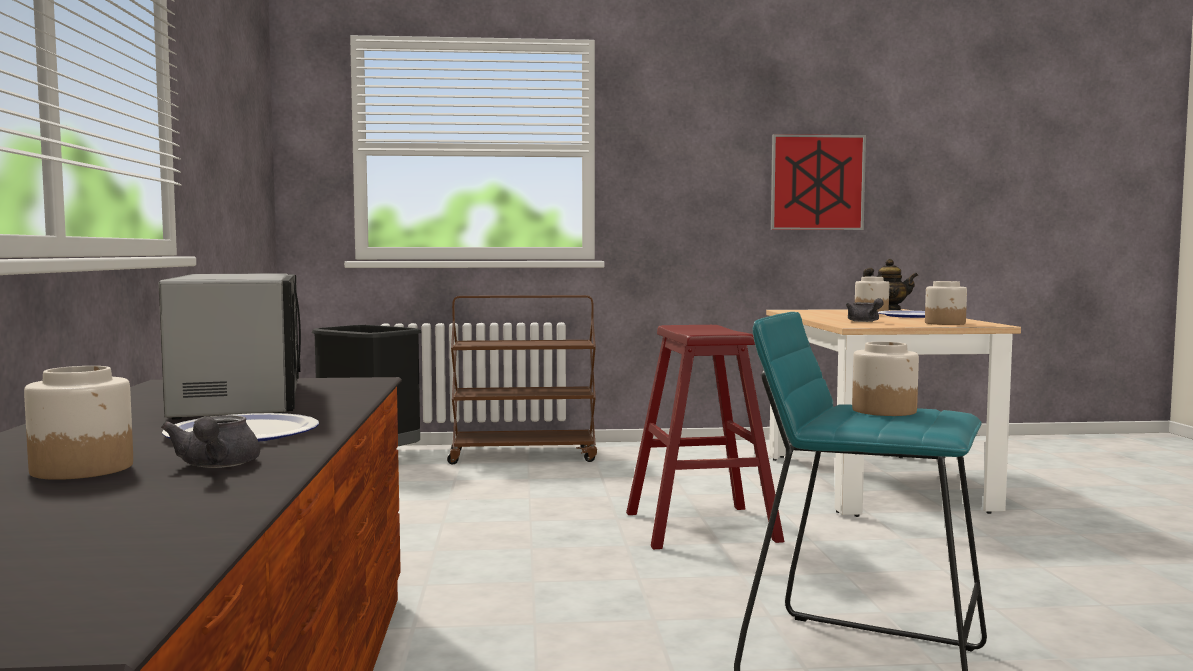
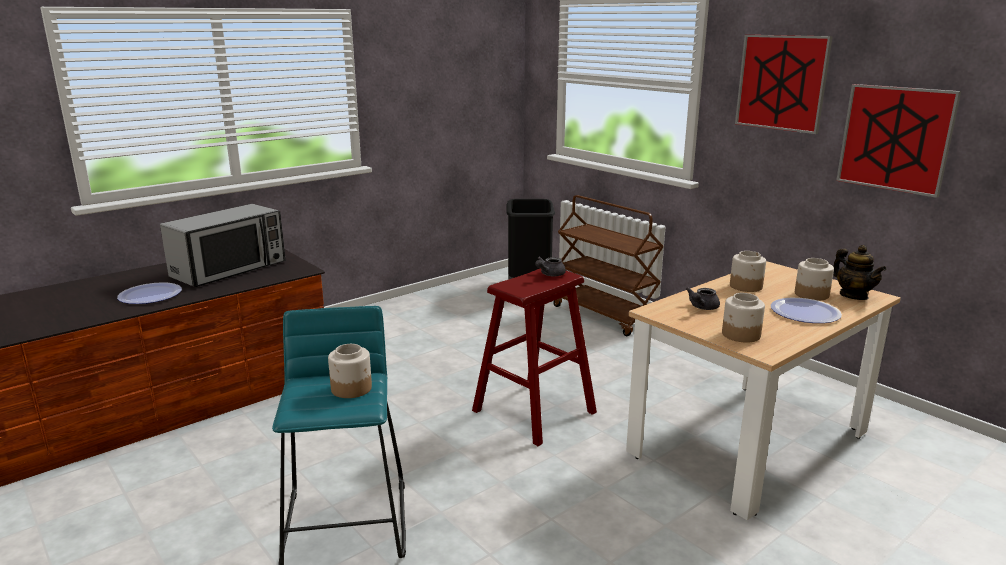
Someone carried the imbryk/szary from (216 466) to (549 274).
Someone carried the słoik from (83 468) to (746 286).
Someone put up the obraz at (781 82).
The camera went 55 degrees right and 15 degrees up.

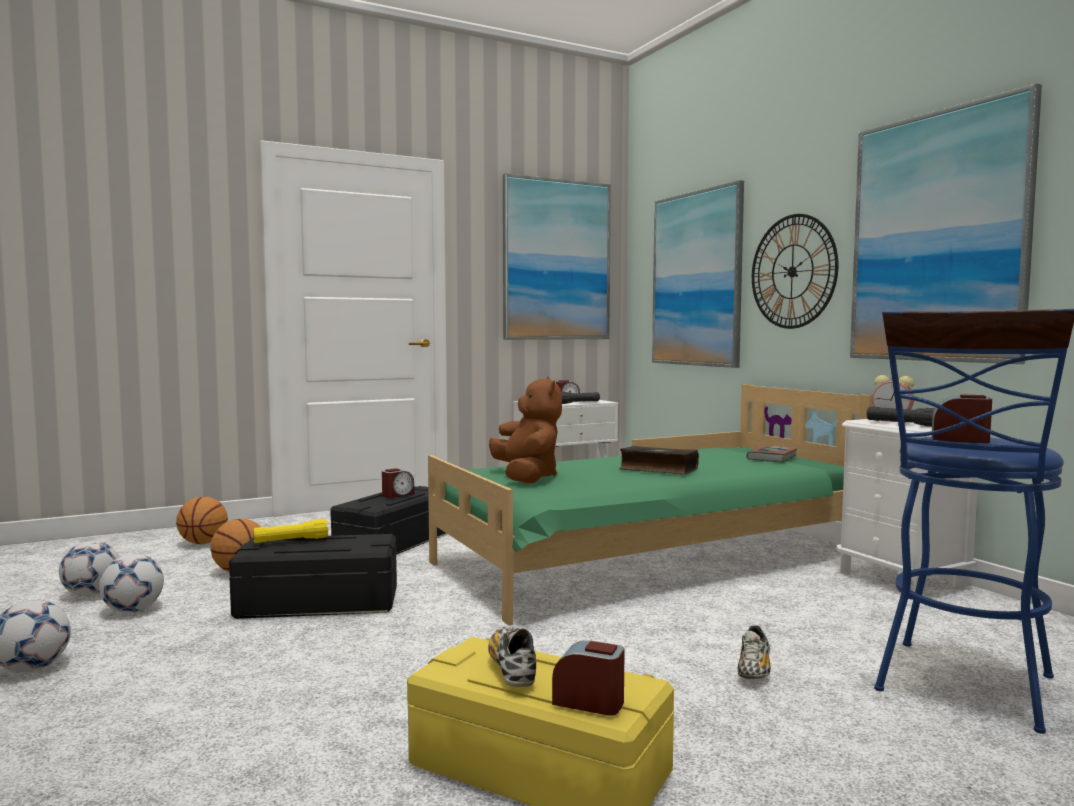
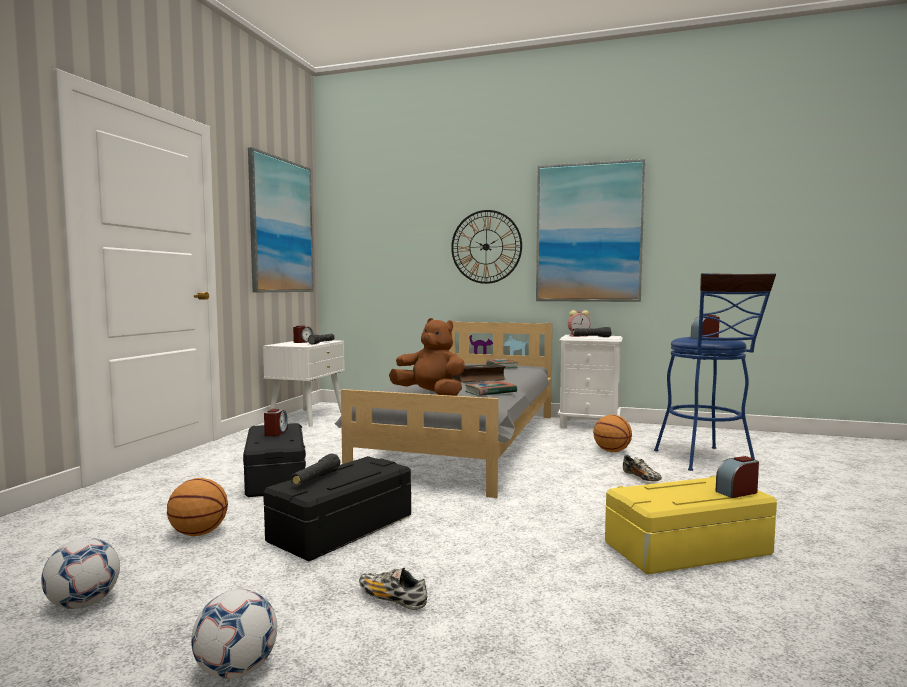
Someone repainted the latarka/żółty at (291 541), which became the latarka/czarny at (316 479).
Someone repainted the łóżko/zielony at (650 559), which became the łóżko/szary at (468 443).
Someone carried the but from (512 668) to (391 600).
Someone put down the książka at (490 392).
Someone carried the piłka do koszykówki from (203 543) to (612 451).
Someone took away the piłka futbolowa at (133 610).
Someone took away the obraz at (696 279).
The camera went 45 degrees left and 0 degrees up.

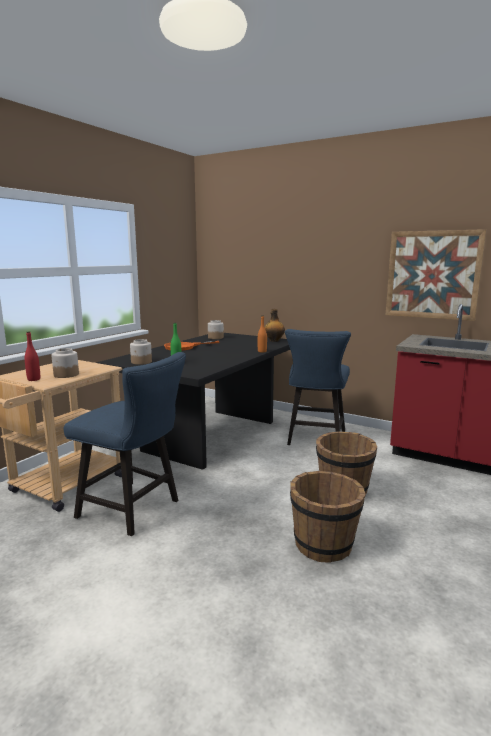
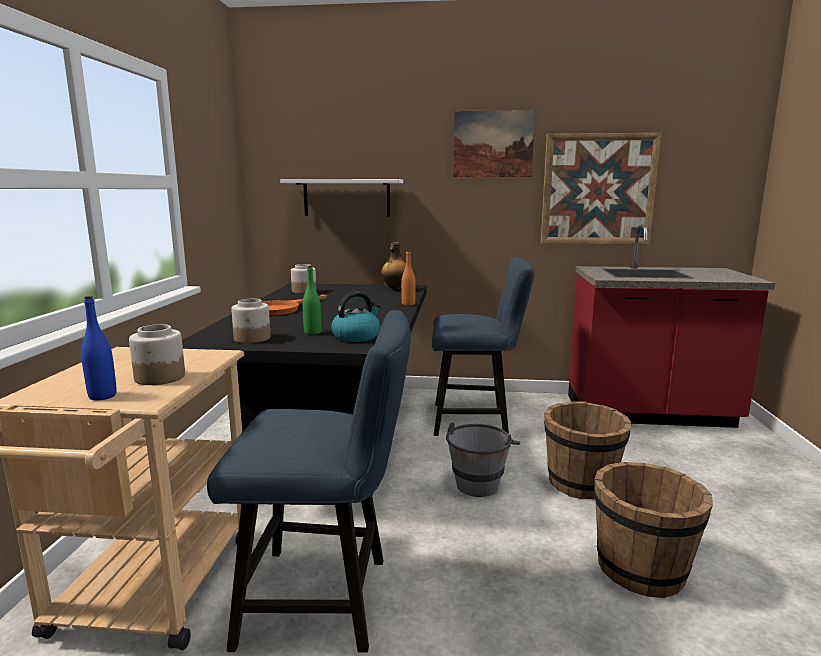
Someone repainted the butelka/czerwony at (34 379), which became the butelka/niebieski at (102 396).
Someone put up the półka/biały at (346 198).
Someone put down the czajnik at (356 337).
Someone rotated the krzesło/niebieski at (315 439) by 75 degrees counterclockwise.
Someone put down the wiadro/szary at (480 481).
Someone put up the obraz at (493 144).
The camera went 25 degrees left and 0 degrees up.

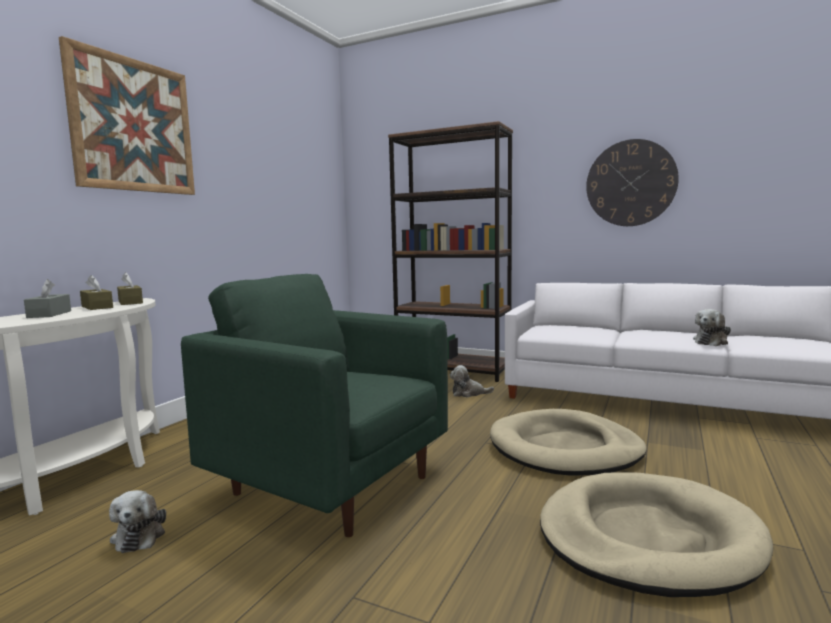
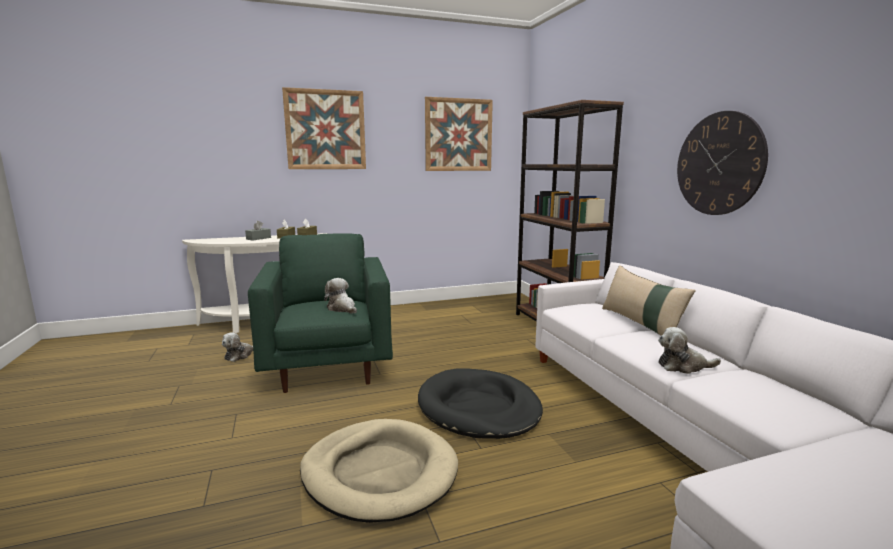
Someone carried the pluszak from (468 393) to (342 308).
Someone repainted the legowisko/beżowy at (565 449), which became the legowisko/czarny at (478 408).
Someone put up the obraz at (458 135).
Someone put down the poduszka/beżowy at (641 324).
The camera went 45 degrees right and 5 degrees up.

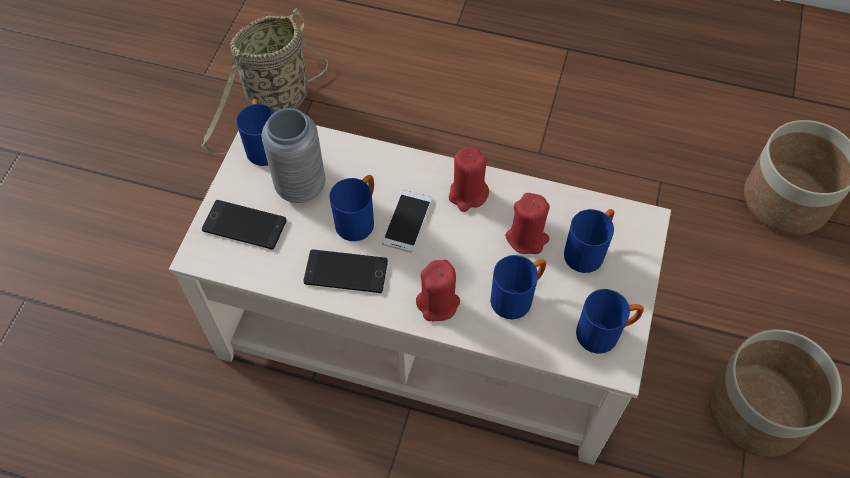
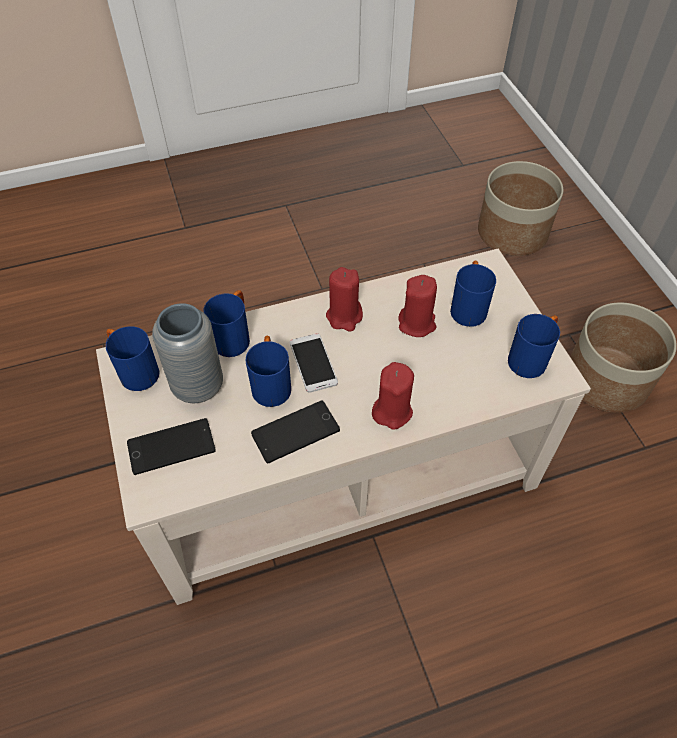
Someone carried the kubek/niebieski from (517 296) to (234 336).
Someone took away the koszyk at (276 103).
The camera went 35 degrees left and 5 degrees down.

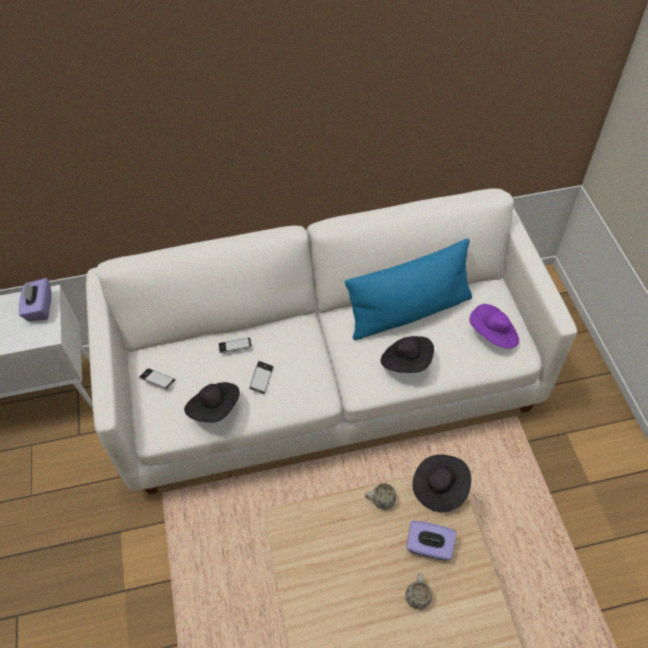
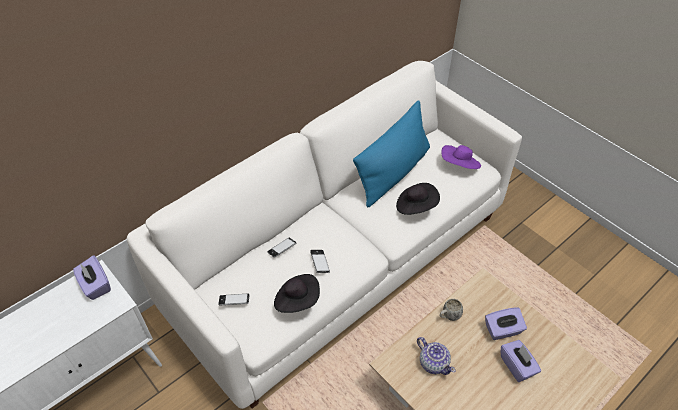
Someone put down the imbryk at (433 362).
Someone swapped the kubek/biały at (417 594) for the pudełko chusteczek/fioletowy at (517 366).
Someone took away the kapelusz/czarny at (439 488).
The camera went 30 degrees left and 5 degrees down.

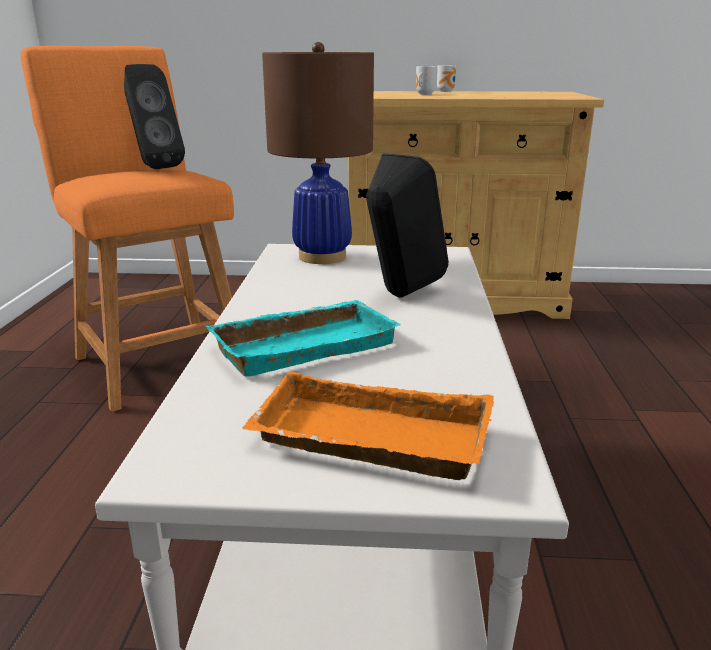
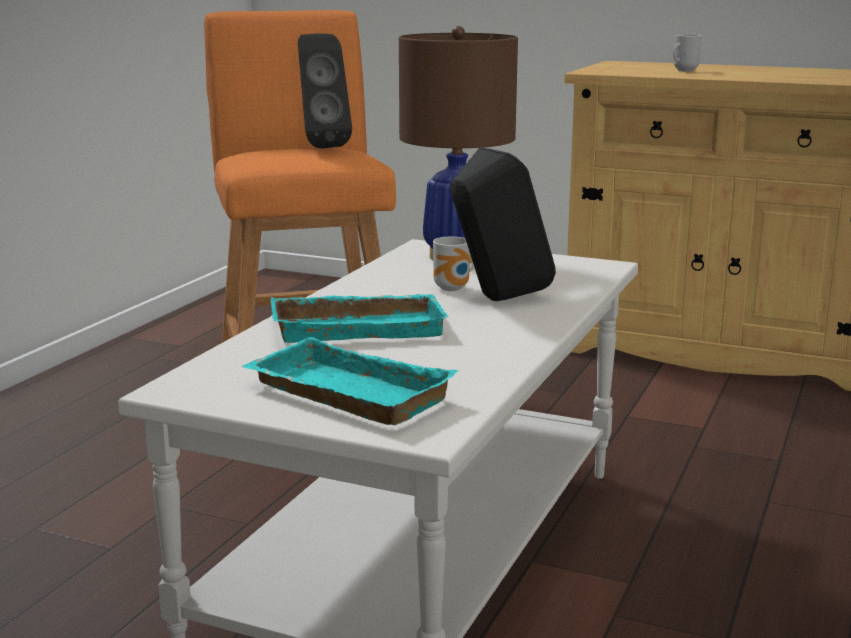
Someone repainted the taca/pomarańczowy at (366 441), which became the taca/turkusowy at (343 395).
Someone carried the kubek from (447 91) to (454 288).
The camera went 20 degrees right and 5 degrees down.

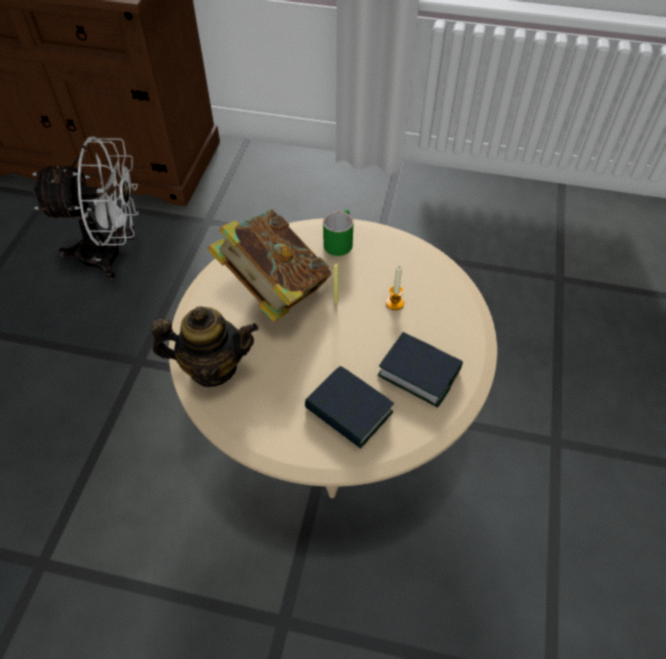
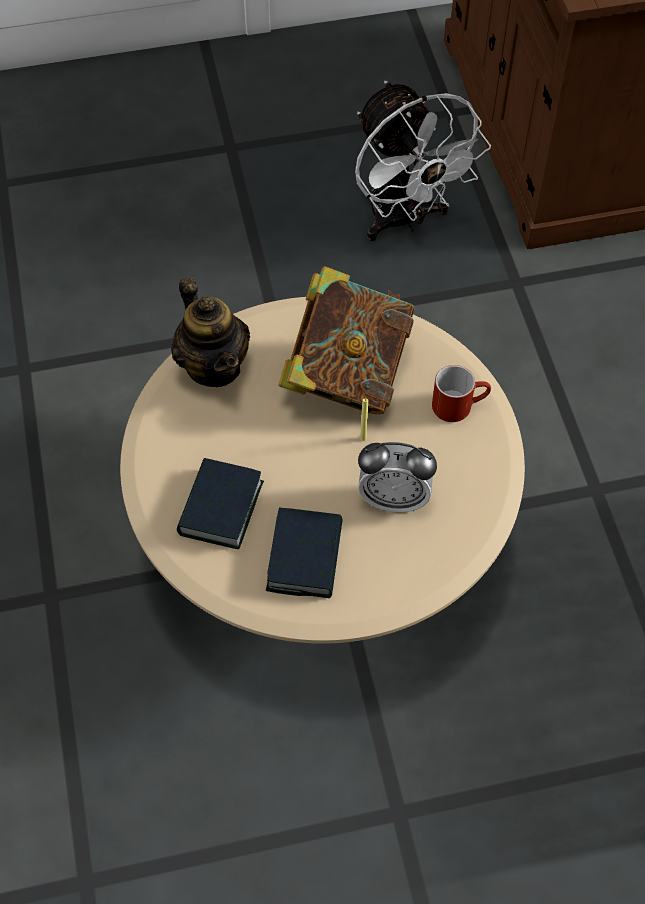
Someone swapped the świeca at (394 303) for the budzik at (394 498).
Someone repainted the kubek/zielony at (339 241), which became the kubek/czerwony at (459 404).
The camera went 65 degrees right and 5 degrees up.

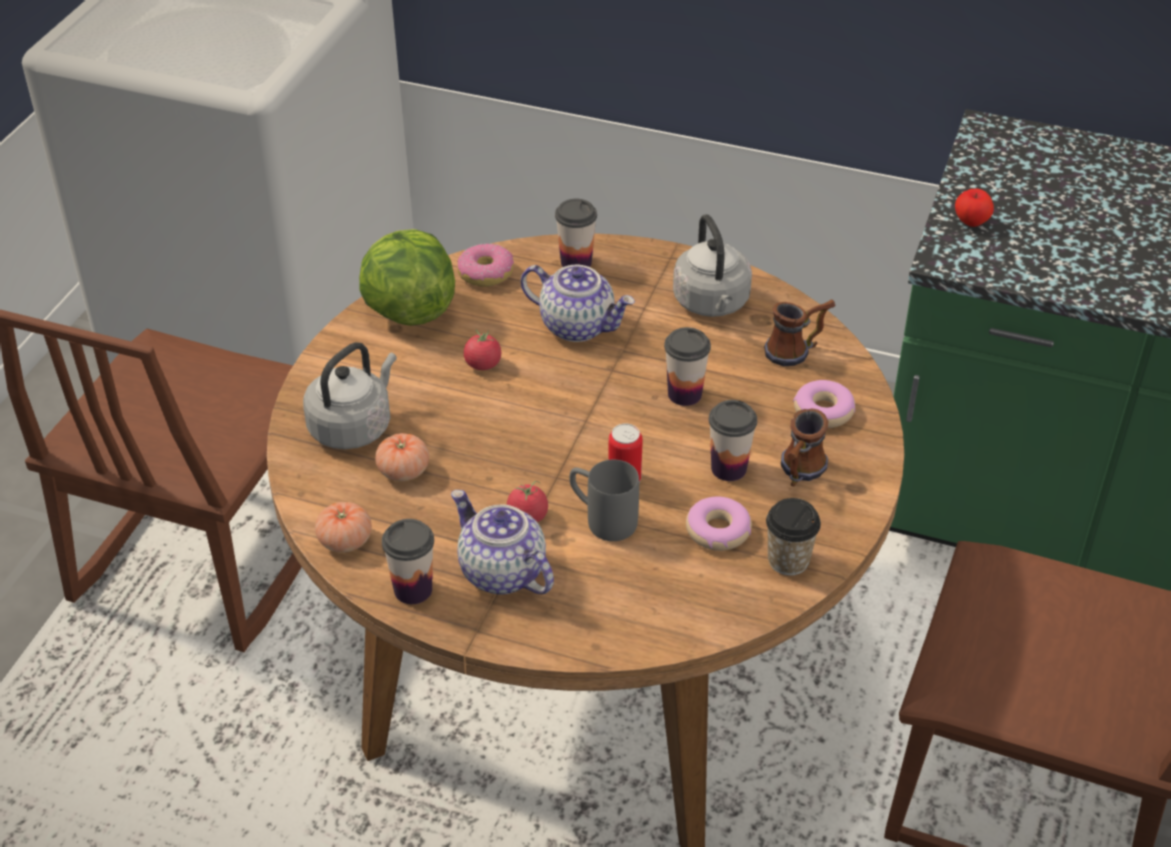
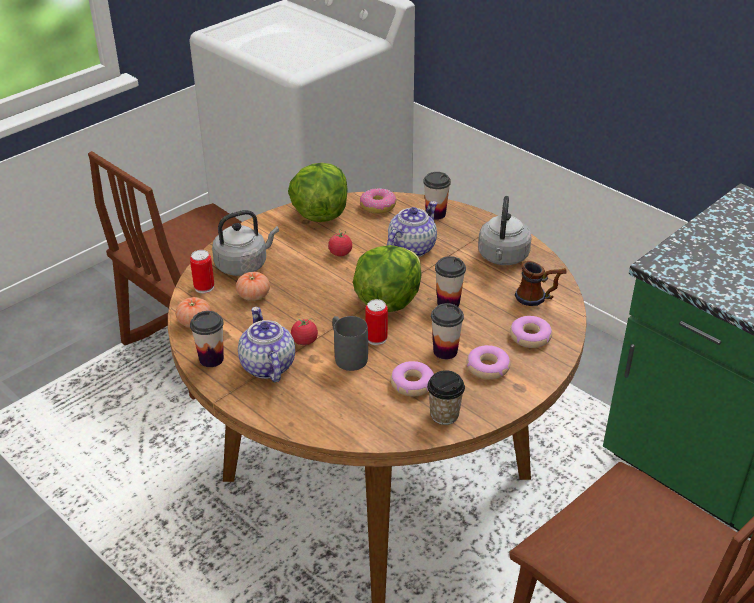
Someone put down the puszka at (204 287).
Someone put down the sałata at (387 301).
Someone rotated the imbryk at (578 325) by 105 degrees counterclockwise.
Someone swapped the kubek at (799 473) for the donut at (488 367).
Someone took away the jabłko at (971 221).
The camera went 25 degrees right and 5 degrees down.

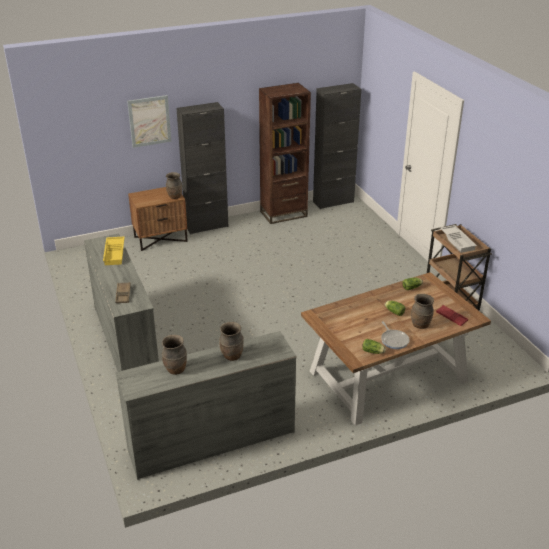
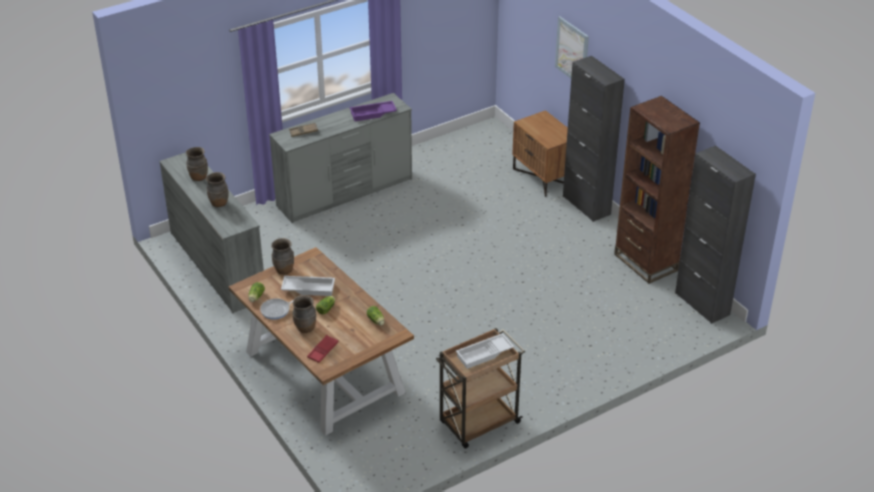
Someone carried the wazon/brązowy from (175 197) to (284 270).
Someone put down the taca/biały at (309 288).
Someone repainted the taca/żółty at (115 253), which became the taca/fioletowy at (373 114).
The camera went 80 degrees right and 5 degrees up.

